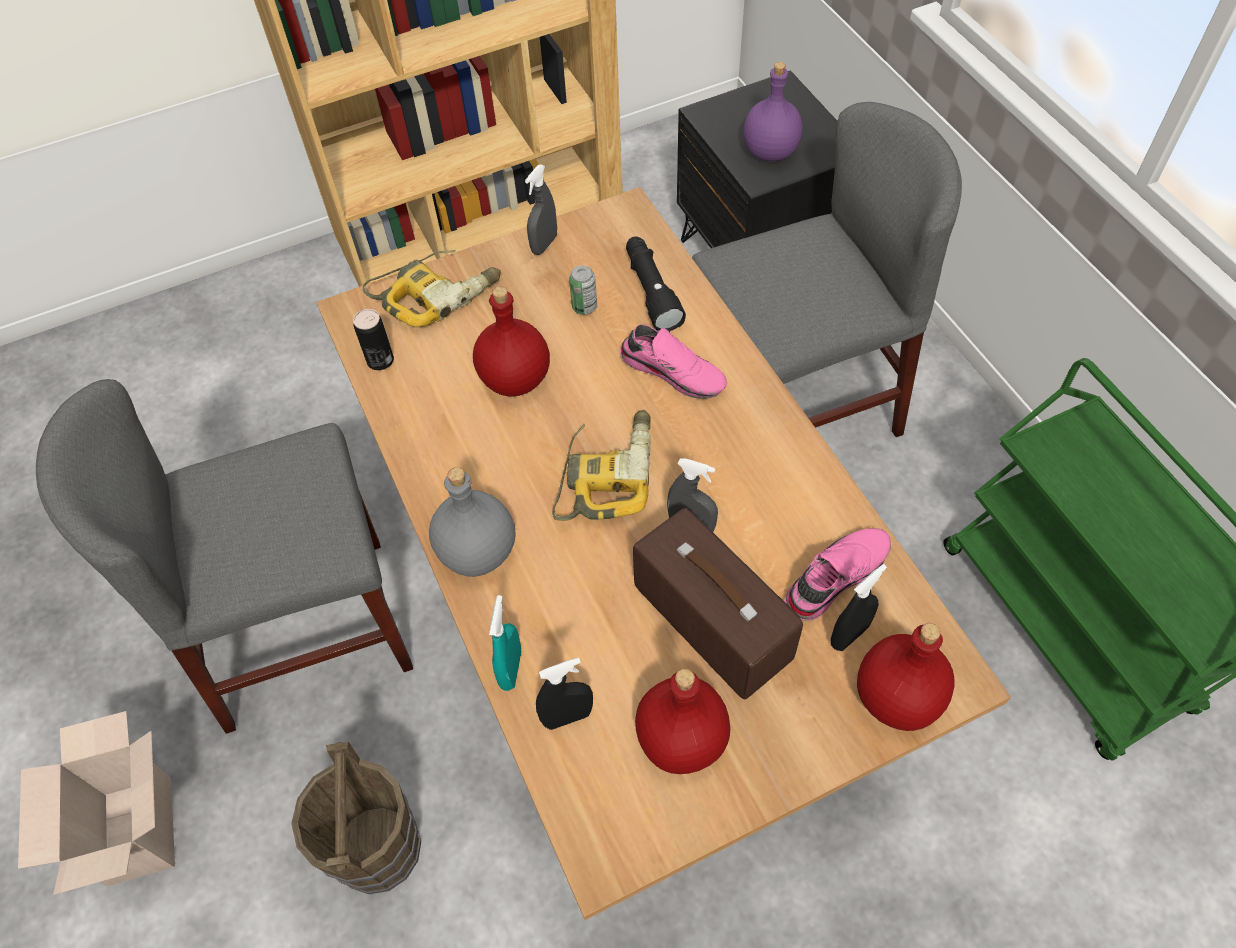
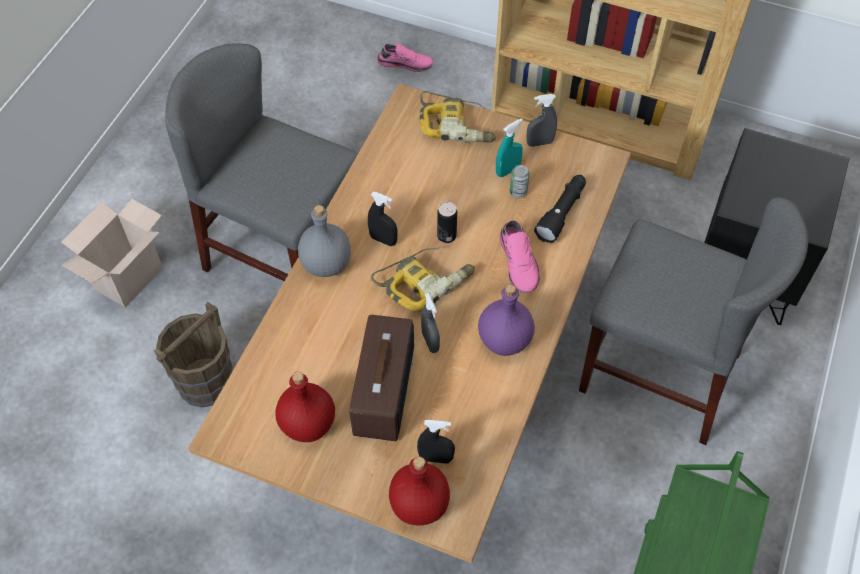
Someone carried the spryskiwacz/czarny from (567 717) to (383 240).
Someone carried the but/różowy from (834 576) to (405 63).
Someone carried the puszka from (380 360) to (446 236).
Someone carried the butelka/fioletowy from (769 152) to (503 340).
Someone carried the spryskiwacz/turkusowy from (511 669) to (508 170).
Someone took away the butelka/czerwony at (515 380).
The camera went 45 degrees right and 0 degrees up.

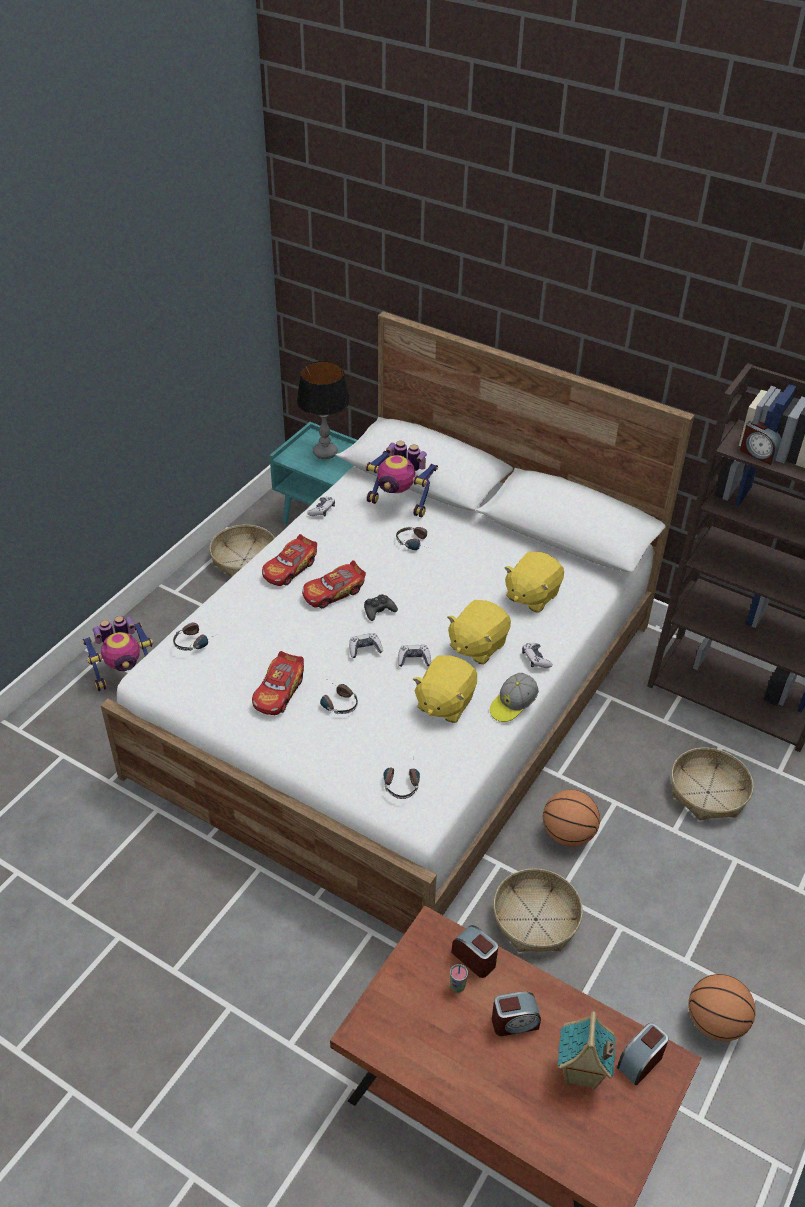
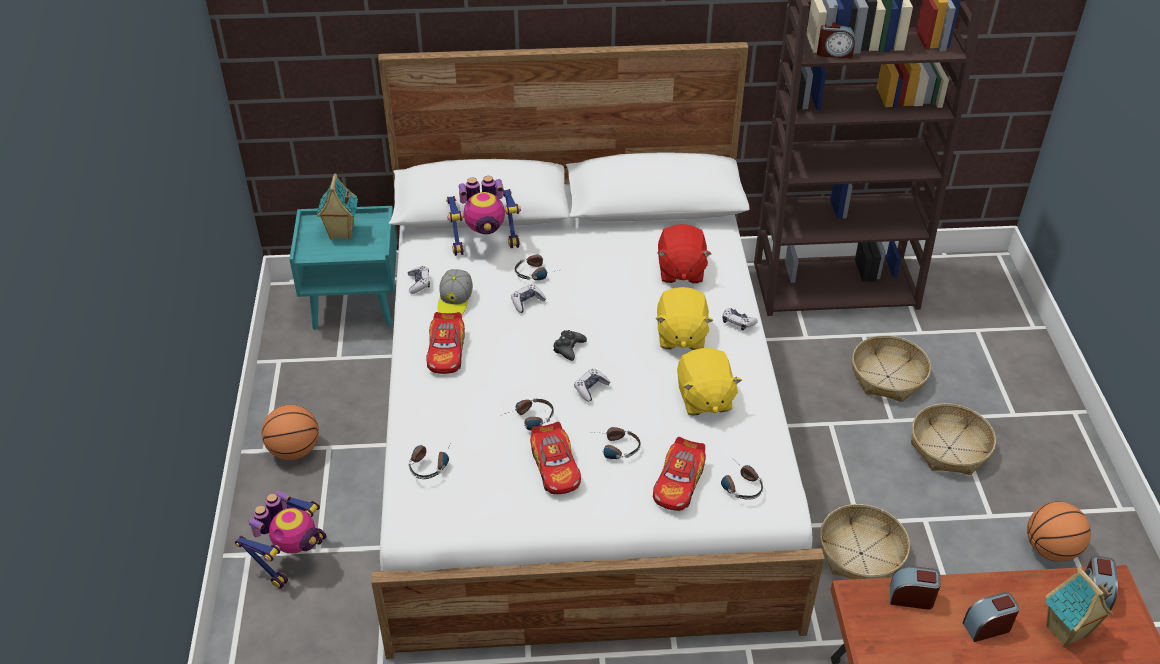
Someone carried the piłka do koszykówki from (568 834) to (294 450).
Someone swapped the lampa stołowa at (325 453) for the domek at (341 233).
Someone carried the czapka z daszkiem from (512 705) to (455 301).
Someone put down the słuchawki at (528 420).
Someone carried the pad do gier from (414 659) to (527 302).
Someone carried the samochodzik from (333 592) to (679 483).
Someone repainted the pluszak/żółty at (531 595), which became the pluszak/czerwony at (680 270).
Someone carried the koszyk from (244 559) to (948 448).
Someone rotated the budzik at (514 1022) by 150 degrees counterclockwise.
Someone took away the filiżanka at (457 987).
The camera went 35 degrees left and 0 degrees up.

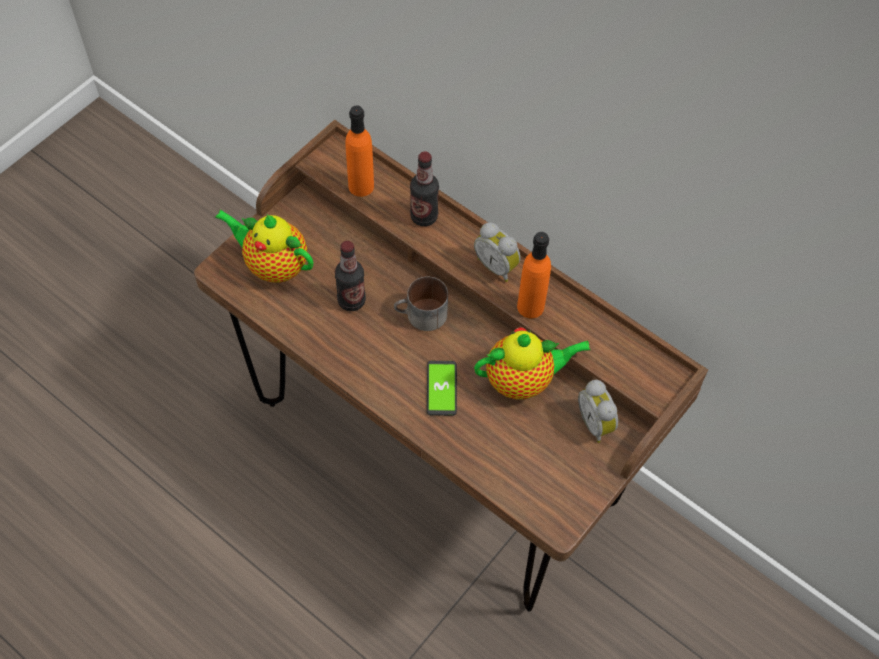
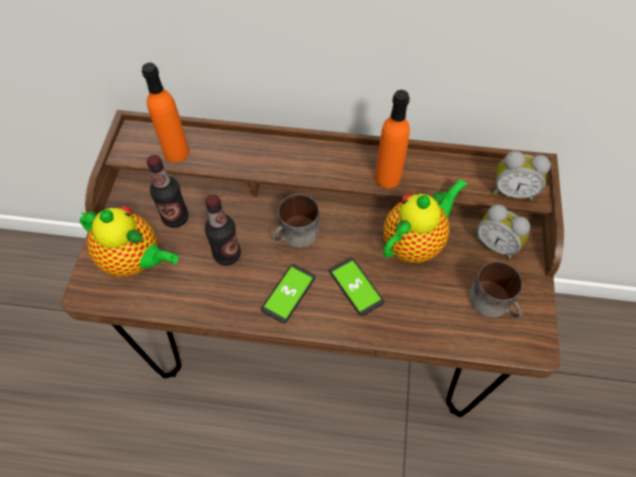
Someone rotated the imbryk at (273 265) by 150 degrees counterclockwise.
Someone carried the butelka from (424 216) to (175 218).
Someone put down the telefon at (288 293).
Someone put down the kubek at (495 302).
Someone carried the budzik from (497 266) to (512 191).
The camera went 30 degrees left and 0 degrees up.

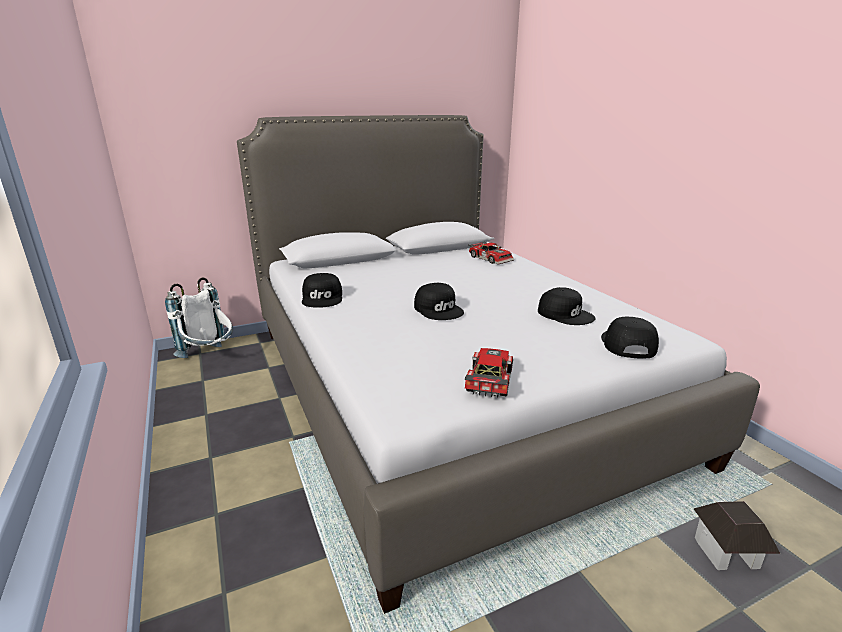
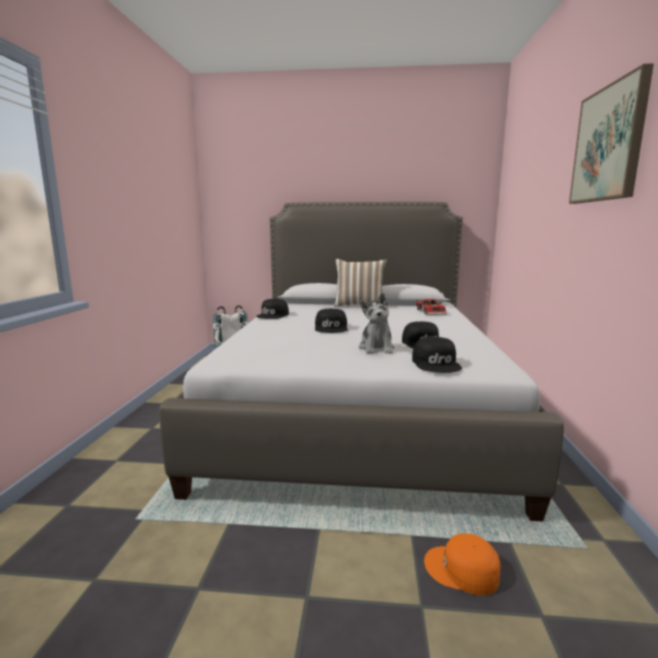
Someone put down the poduszka at (359 306).
Someone put down the pluszak at (376 348).
Someone rotated the czapka z daszkiem/czarny at (627 344) by 135 degrees clockwise.
Someone swapped the domek at (726 553) for the czapka z daszkiem/pomarańczowy at (462 570).
Someone put up the obraz at (609 144).
Someone took away the samochodzik at (487 379).
The camera went 30 degrees right and 10 degrees down.

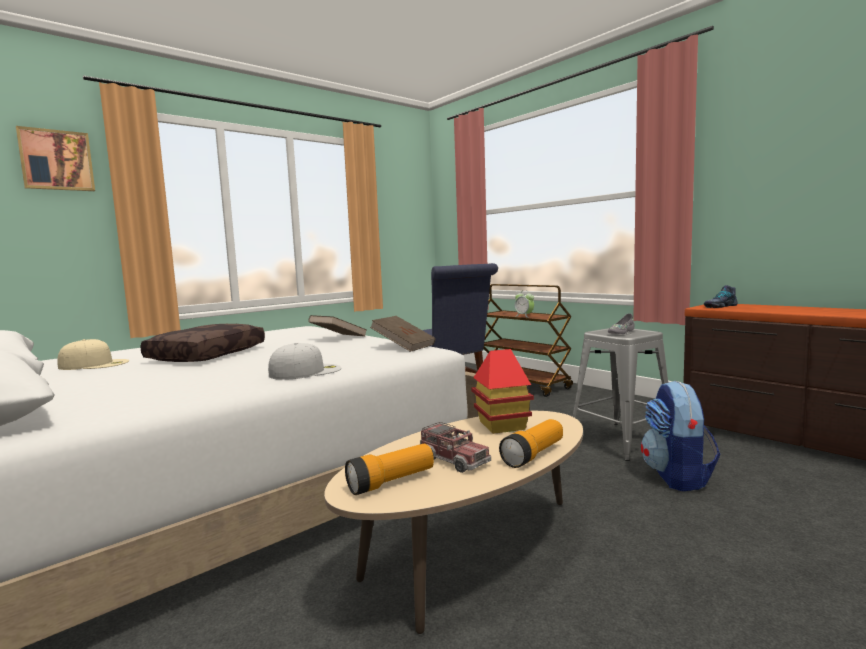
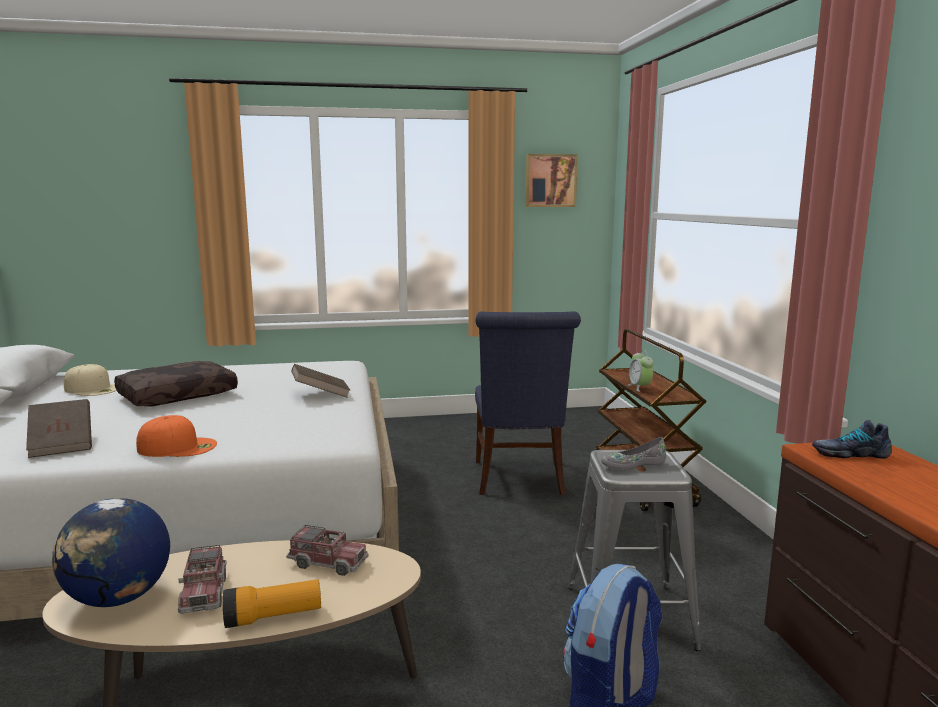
Someone carried the książka/brązowy from (404 346) to (62 444).
Someone swapped the latarka at (391 482) for the globus at (118 598).
Someone repainted the czapka z daszkiem/biały at (306 371), which became the czapka z daszkiem/pomarańczowy at (178 447).
Someone swapped the domek at (501 425) for the ciężarówka zabawkowa at (328 563).
Someone carried the obraz from (56 160) to (550 180).
The camera went 30 degrees right and 5 degrees up.

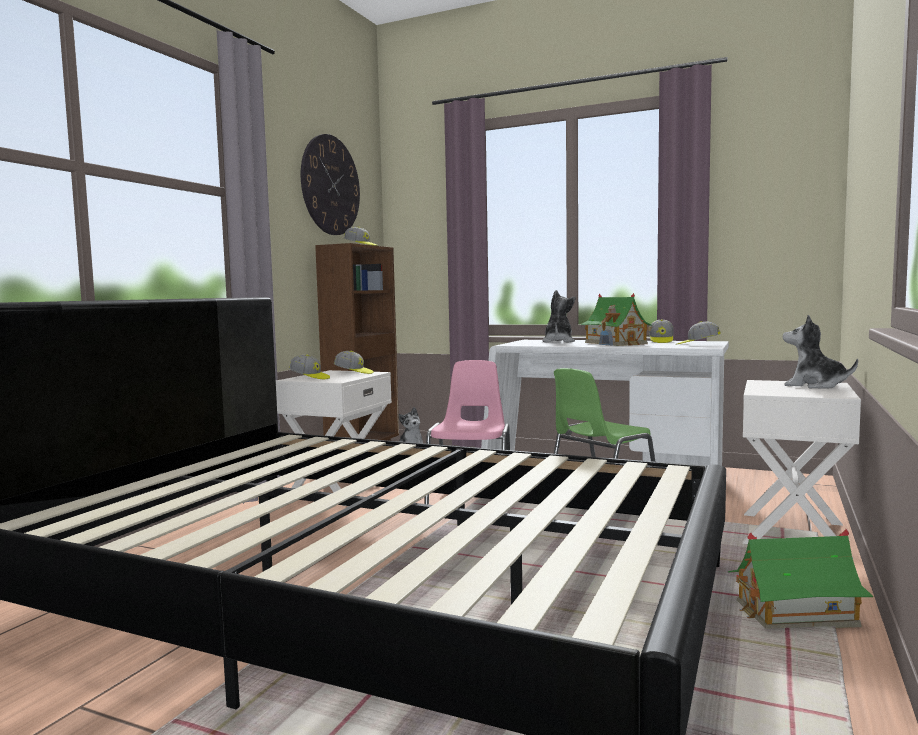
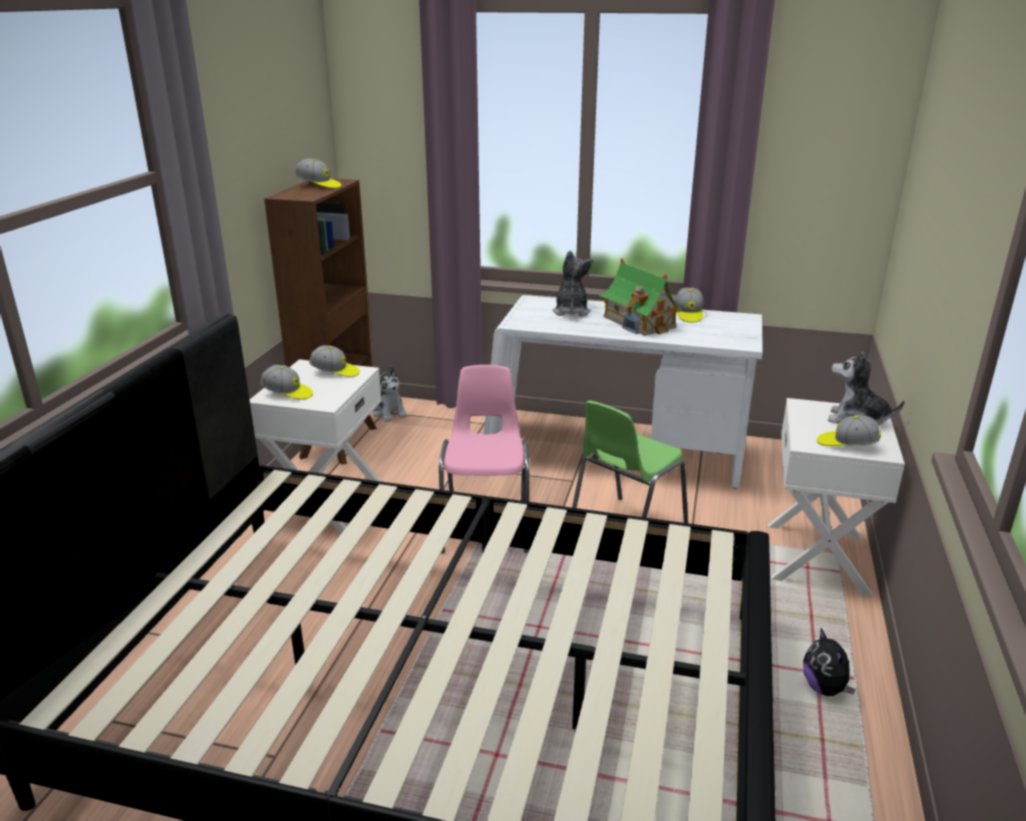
Someone swapped the domek at (795 614) for the pluszak at (825 688).
Someone carried the czapka z daszkiem from (697 344) to (847 444).
Someone took away the zegar ścienny at (330 185).
The camera went 10 degrees left and 20 degrees up.

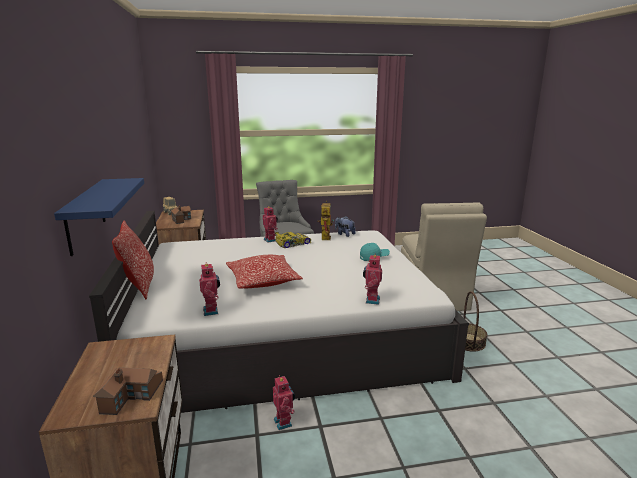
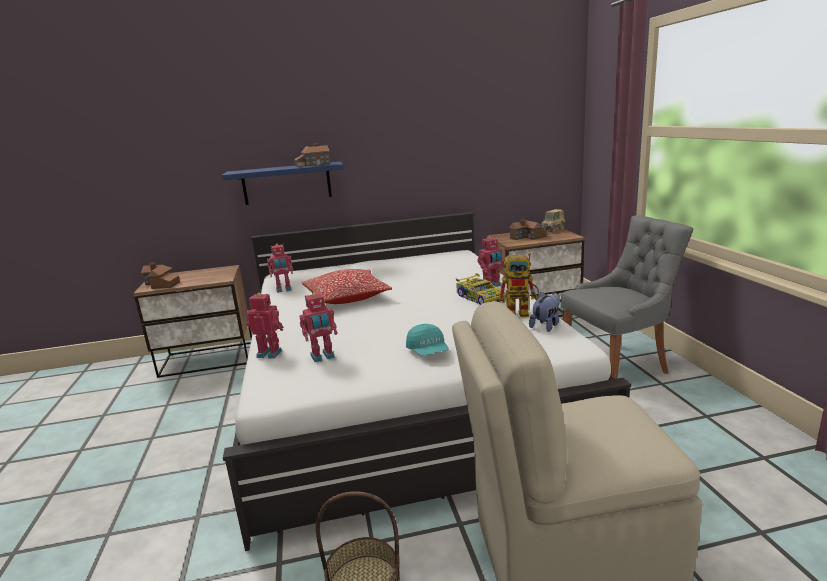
Someone put down the domek at (312 165).
Someone carried the robot zabawkowy from (284 422) to (323 357).
Someone took away the poduszka at (139 286).
The camera went 90 degrees right and 0 degrees up.

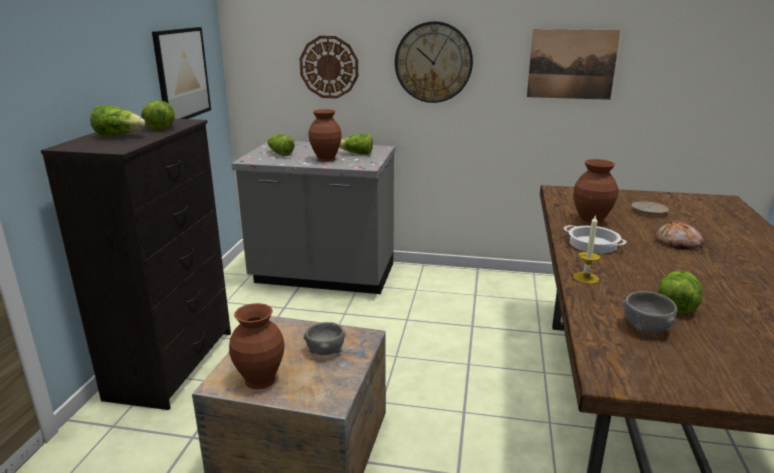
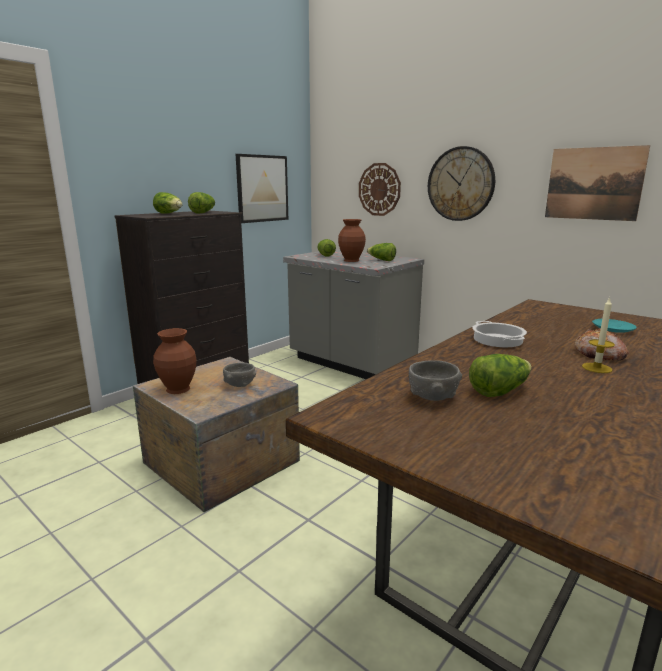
Someone carried the świeca from (586 278) to (597 368).
Someone repainted the talerz/beżowy at (648 212), which became the talerz/turkusowy at (612 329).
Someone took away the wazon/brązowy at (590 221).
The camera went 30 degrees right and 5 degrees down.

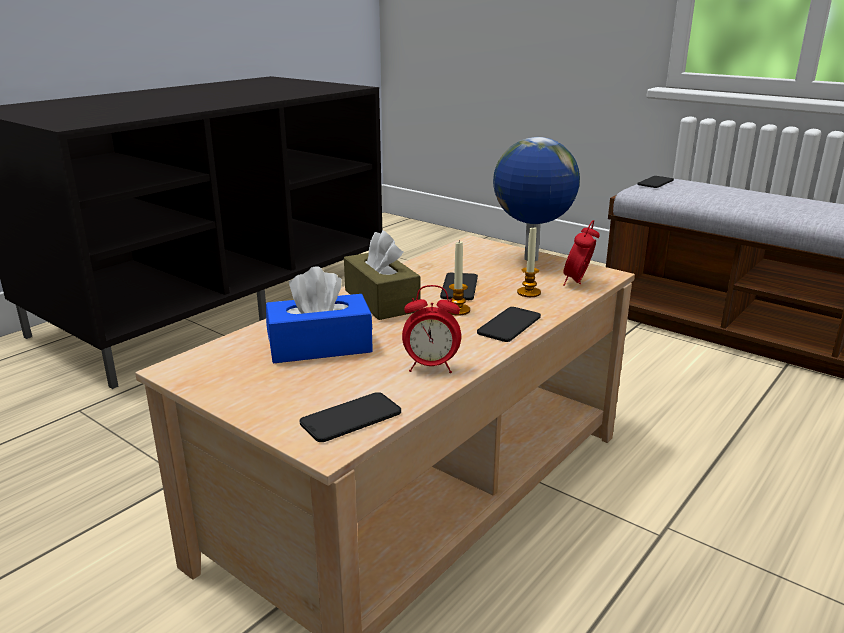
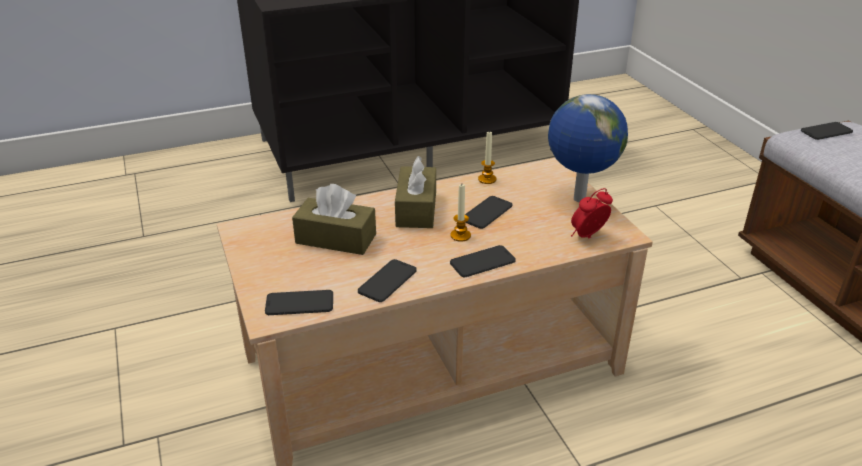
Someone repainted the pudełko chusteczek/niebieski at (320 346), which became the pudełko chusteczek/brązowy at (336 239).
Someone swapped the budzik at (431 367) for the telefon at (387 281).
Someone carried the świeca from (528 293) to (487 179).
The camera went 30 degrees right and 10 degrees up.

